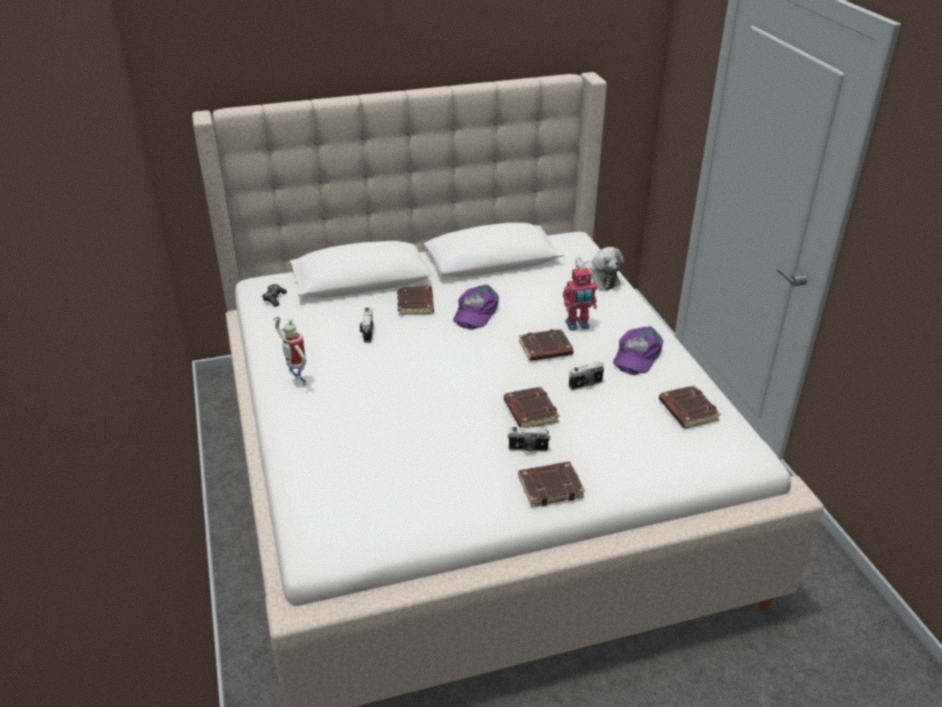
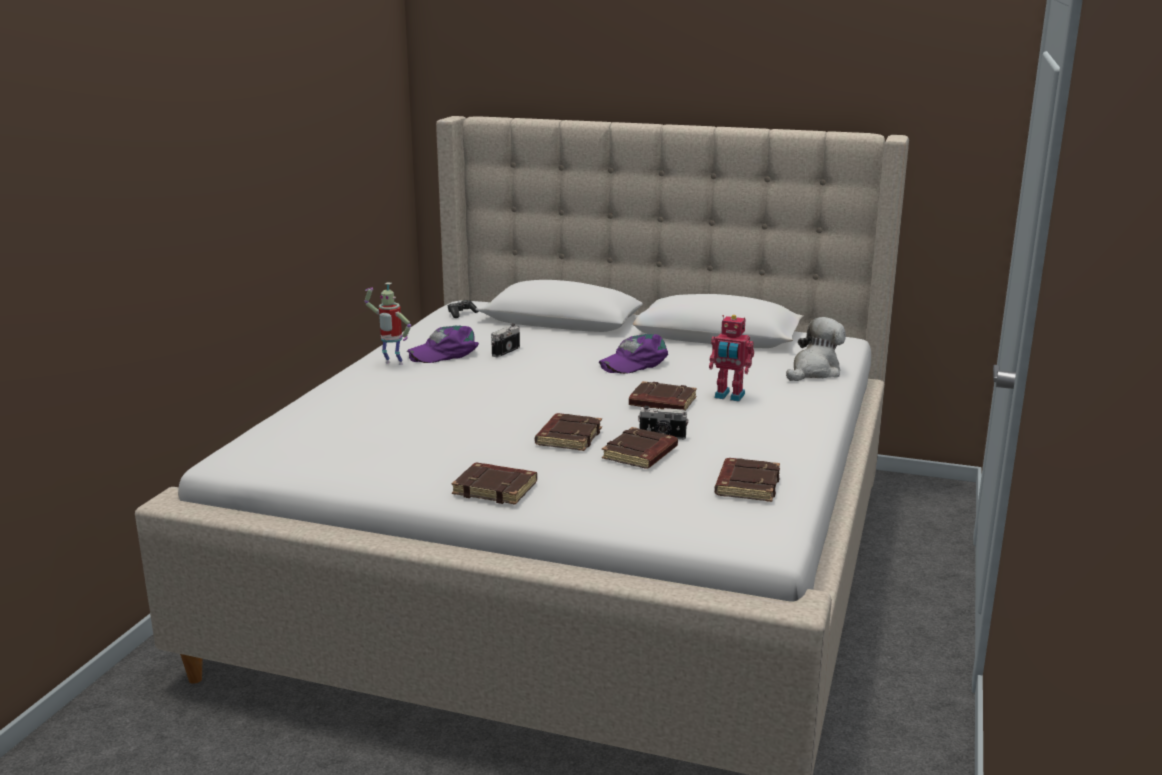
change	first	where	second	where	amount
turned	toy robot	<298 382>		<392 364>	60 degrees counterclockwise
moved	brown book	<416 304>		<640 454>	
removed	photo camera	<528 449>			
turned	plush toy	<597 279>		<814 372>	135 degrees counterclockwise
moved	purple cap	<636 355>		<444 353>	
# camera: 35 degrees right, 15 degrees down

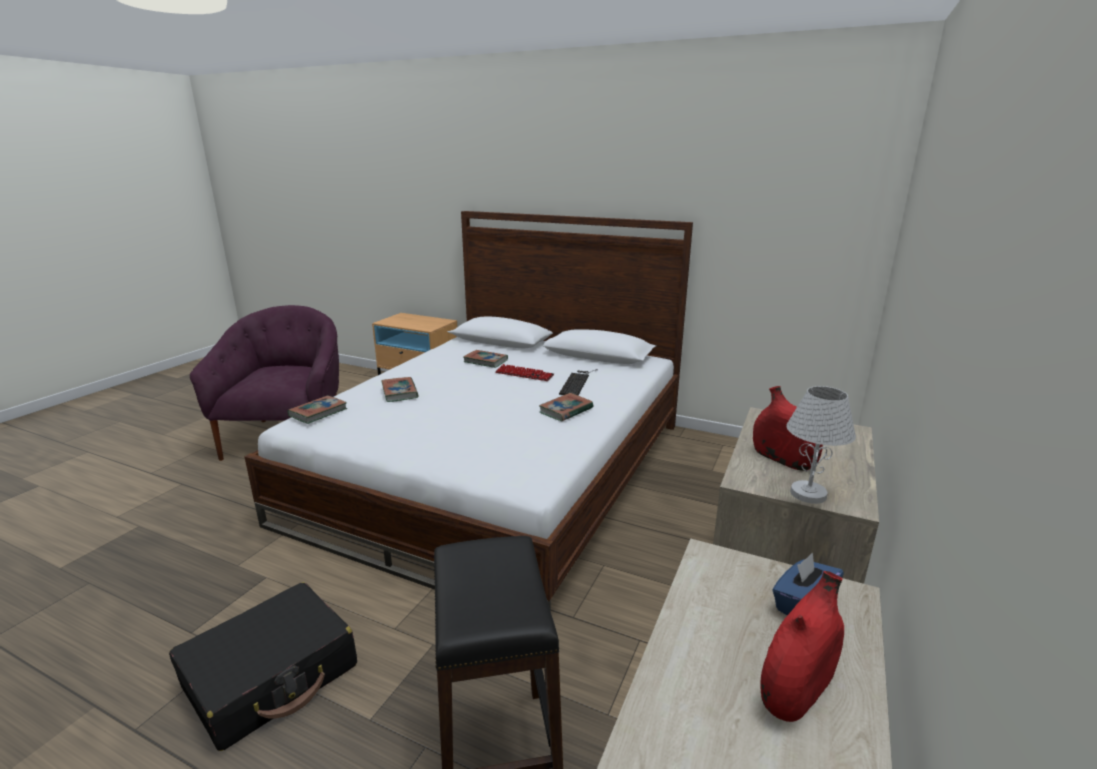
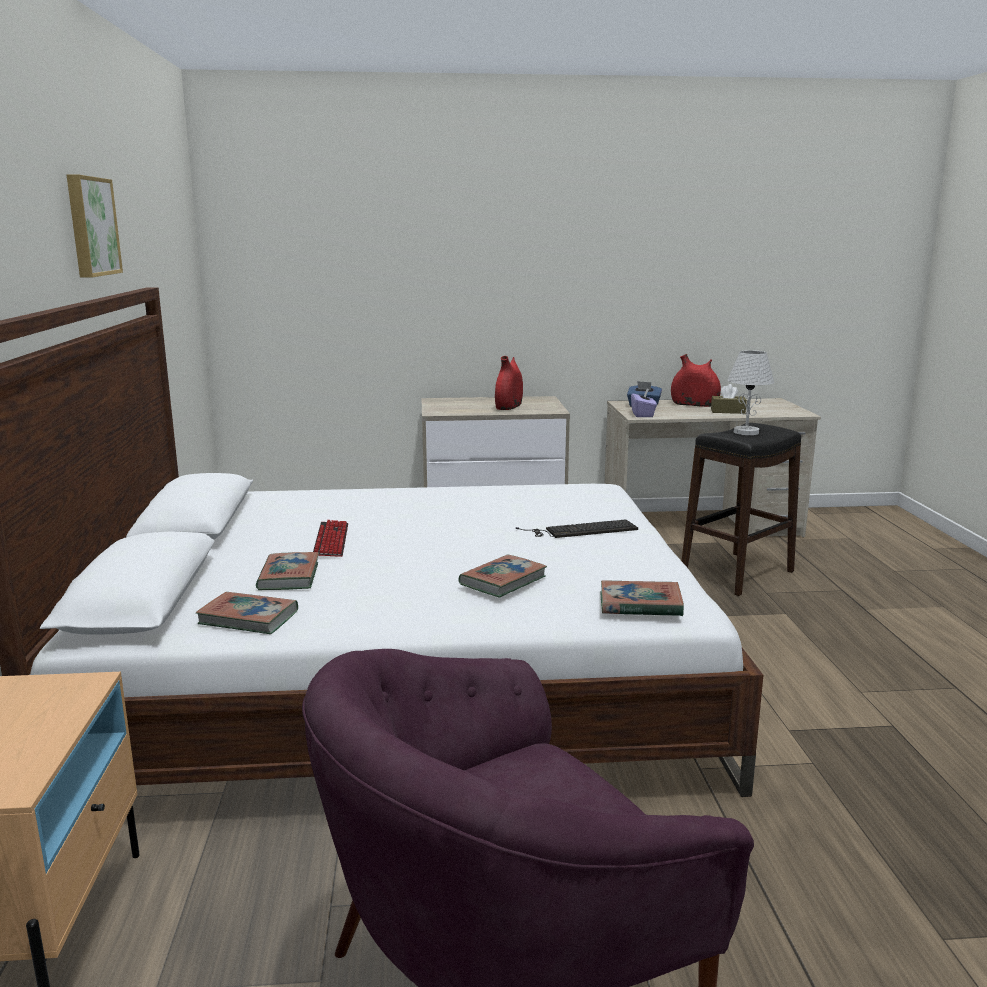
change	first	where	second	where	amount
removed	black suitcase	<272 676>			
moved	book	<566 410>		<248 618>	
moved	keyboard	<577 382>		<580 530>	
moved	white table lamp	<807 494>		<746 432>	
added			picture	<90 226>	
added			purple tissue box	<643 415>	
added			brown tissue box	<728 411>	
# camera: 120 degrees left, 5 degrees down

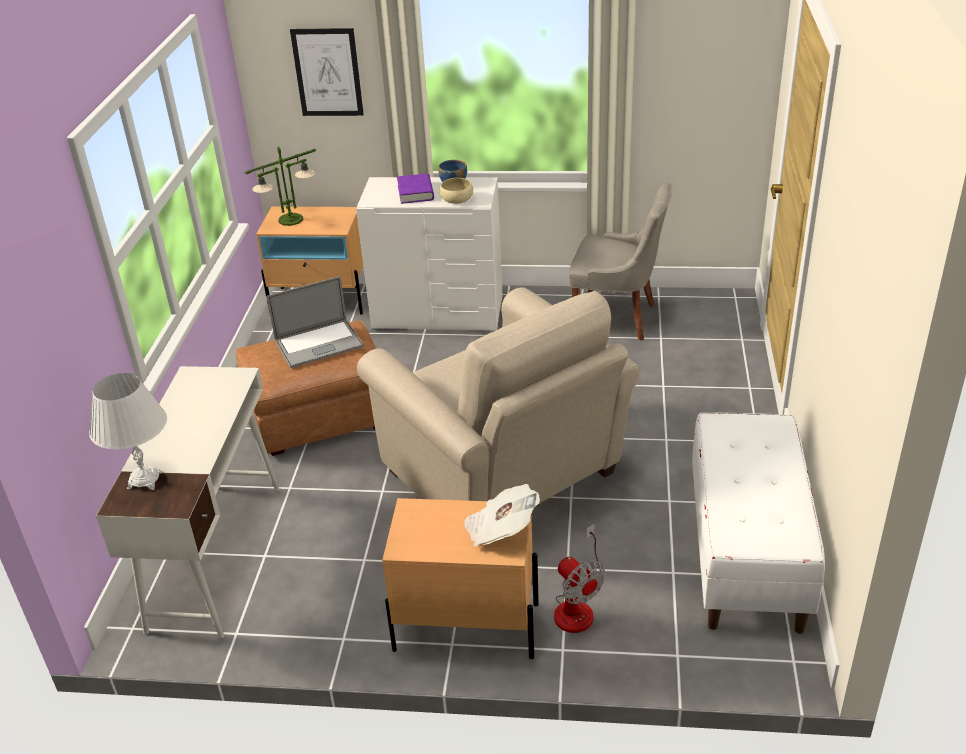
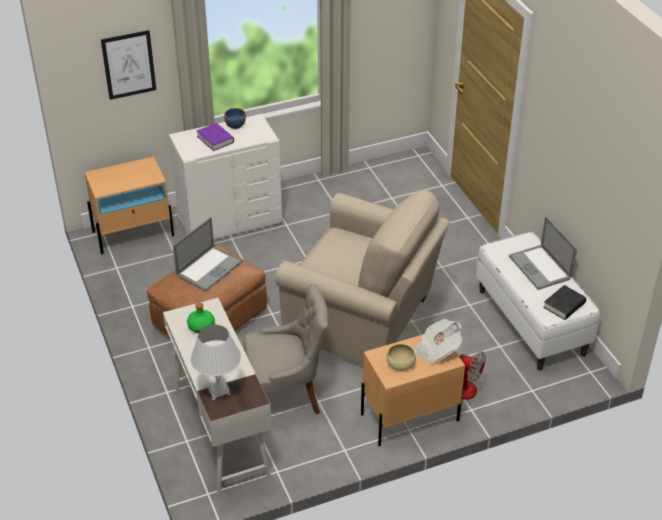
change	first	where	second	where	amount
removed	table lamp	<291 219>			
moved	beige bowl	<457 199>		<400 363>	
moved	grey chair	<617 318>		<286 396>	
added			green bottle	<201 326>	
added			laptop	<540 267>	
added			black book	<564 305>	
# camera: 30 degrees left, 5 degrees up

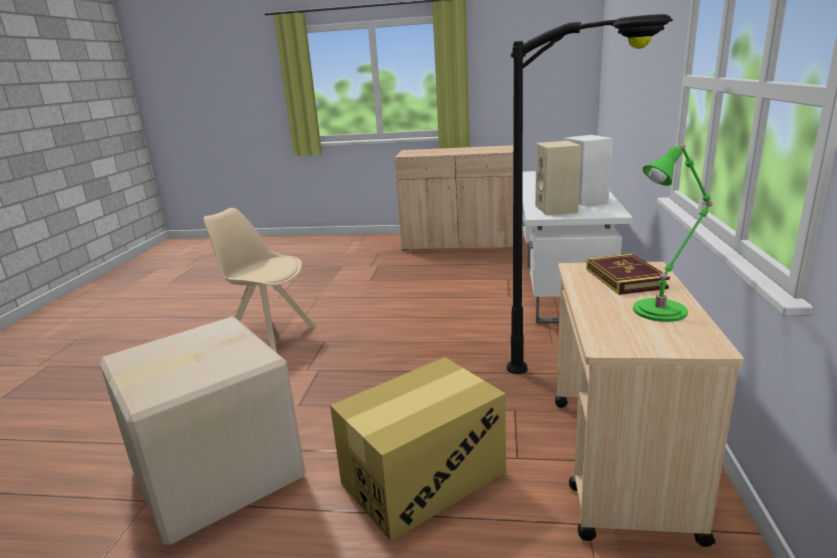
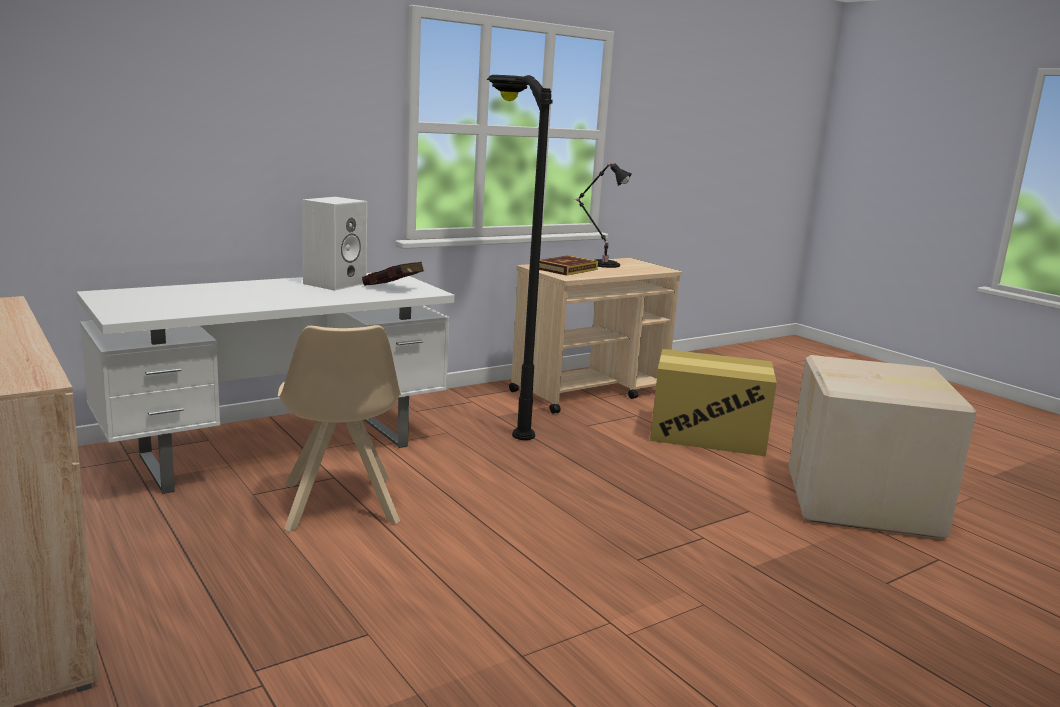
change	first	where	second	where	amount
moved	beige chair	<269 334>		<340 505>	
replaced	beige speaker	<557 209>	red book	<394 289>	
recoloured	green table lamp	<663 309>	black table lamp	<602 264>	
# camera: 135 degrees left, 5 degrees down

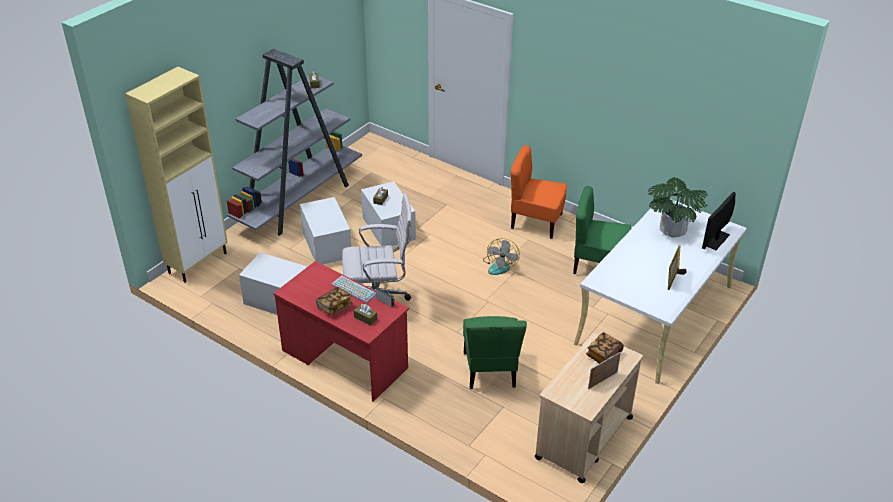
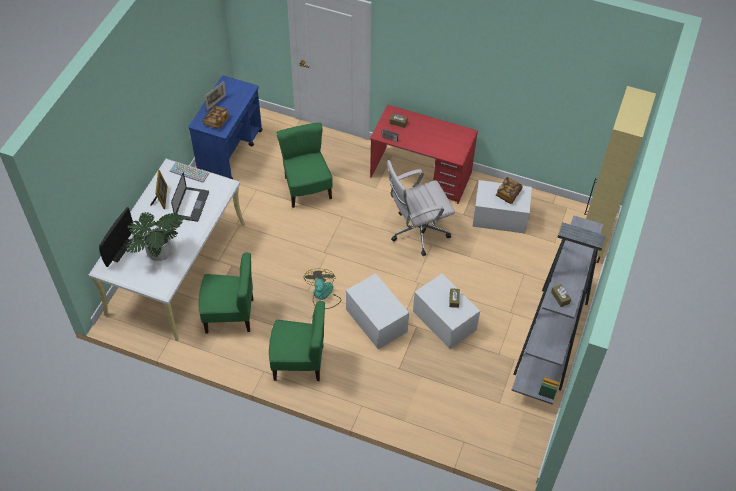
change	first	where	second	where	amount
moved	white storage box	<326 244>		<376 320>	
moved	book	<334 306>		<508 194>	
moved	keyboard	<352 290>		<190 172>	
recoloured	orange chair	<536 222>	green chair	<299 362>	
recoloured	beige cart	<583 438>	blue cart	<230 150>	
added			laptop	<192 205>	
# camera: 165 degrees right, 15 degrees up

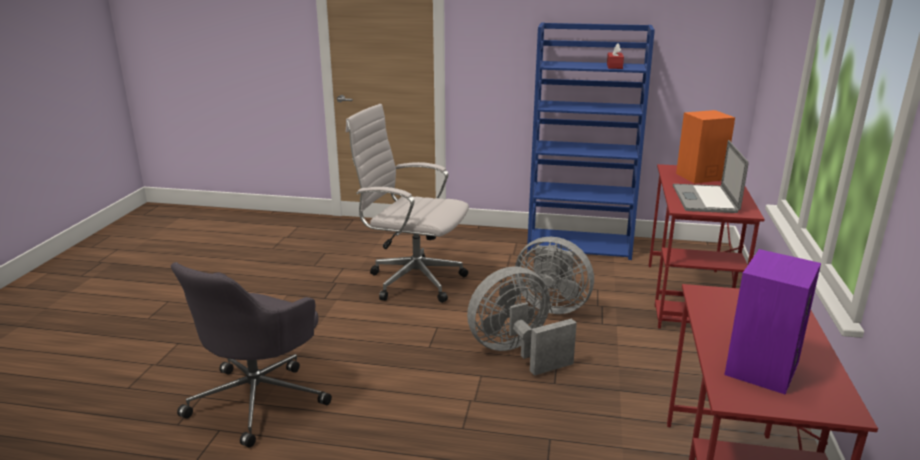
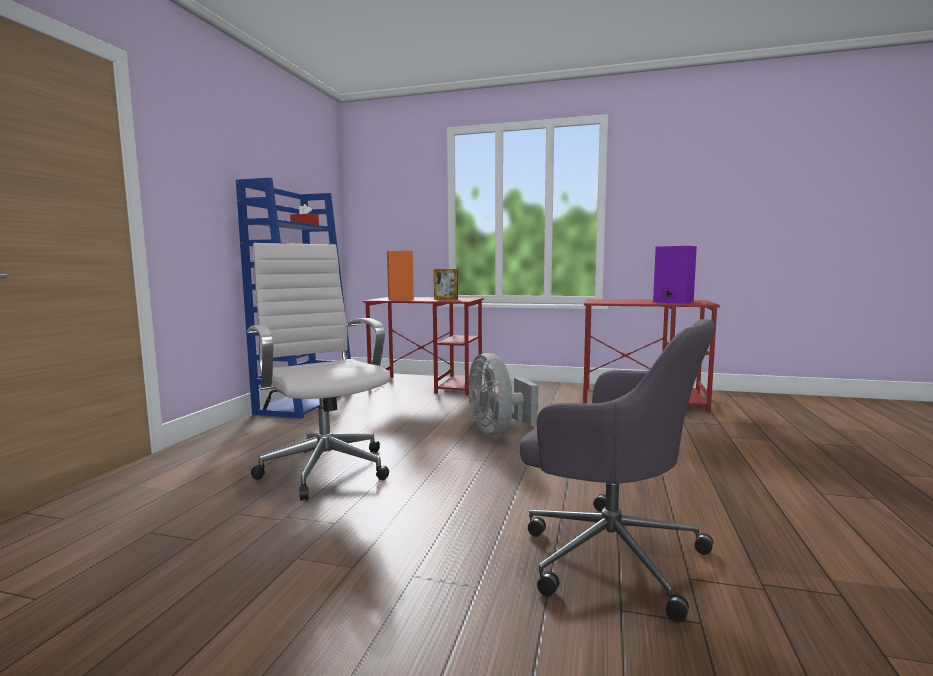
change	first	where	second	where	amount
turned	white office chair	<412 280>		<324 467>	120 degrees clockwise
removed	grey fan	<552 305>			
replaced	laptop	<704 199>	picture frame	<446 299>	
# camera: 85 degrees left, 15 degrees down

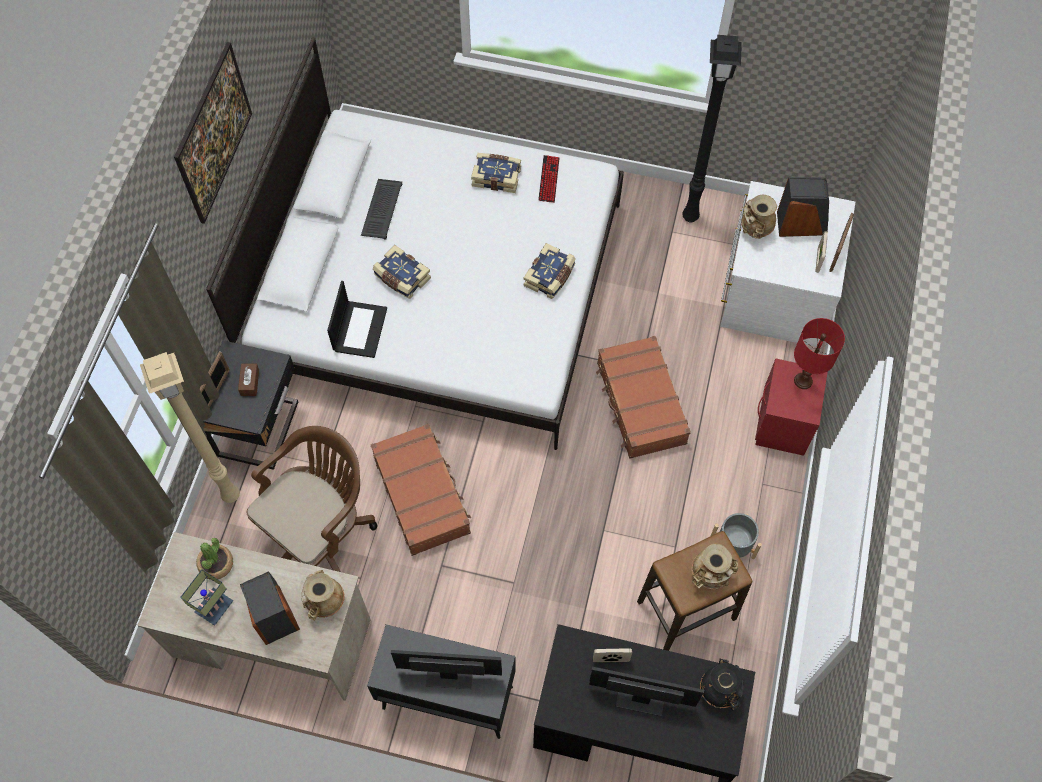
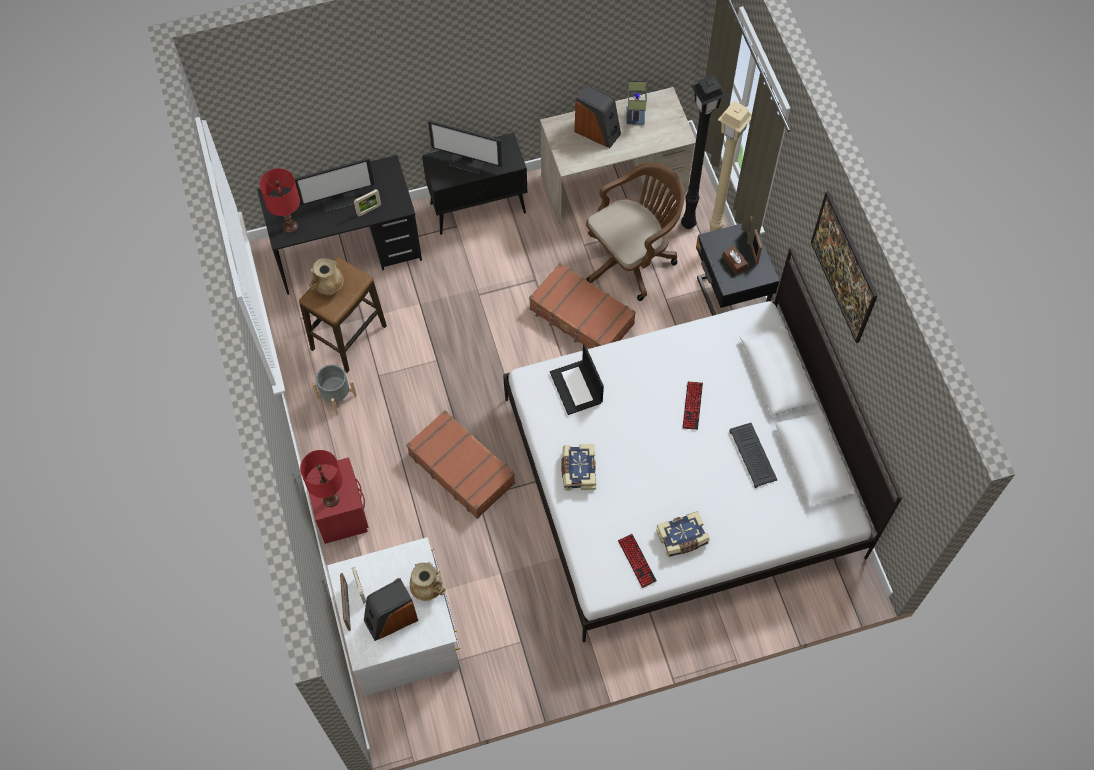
change	first	where	second	where	amount
removed	potted plant	<216 564>			
turned	brown office chair	<321 532>		<632 258>	135 degrees counterclockwise
removed	beige vase	<325 603>			
moved	laptop	<359 328>		<577 388>	
replaced	book	<401 278>	keyboard	<692 406>	
turned	monitor	<449 674>		<468 161>	45 degrees clockwise
moved	black floor lamp	<691 216>		<688 225>	
replaced	black vase	<719 691>	red table lamp	<290 227>	
# camera: 150 degrees right, 0 degrees up

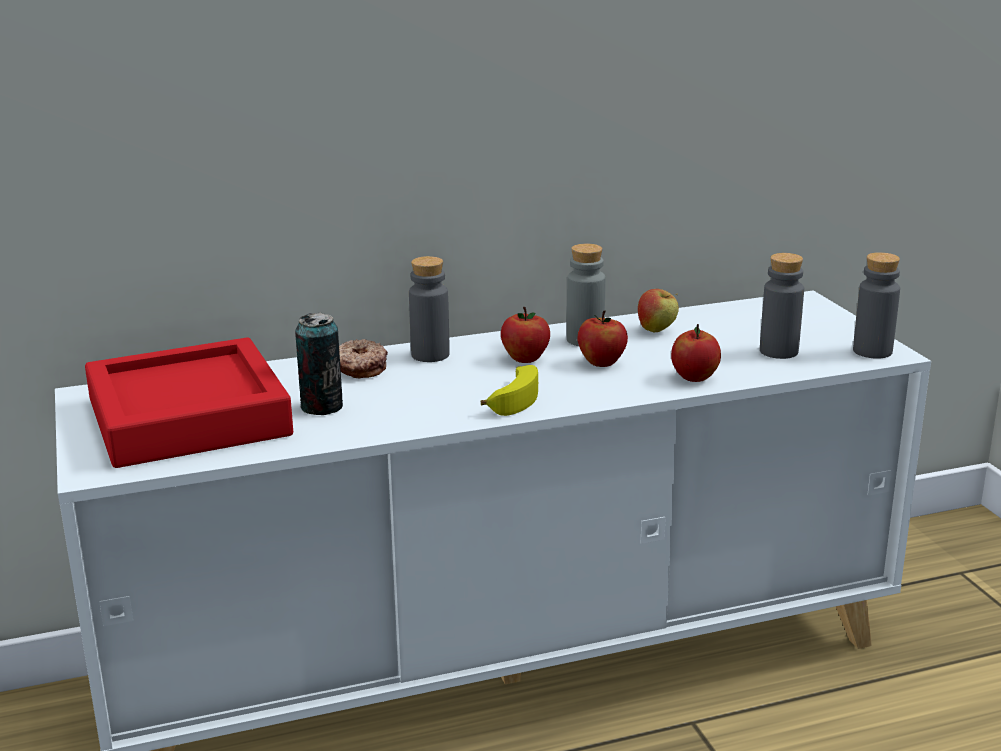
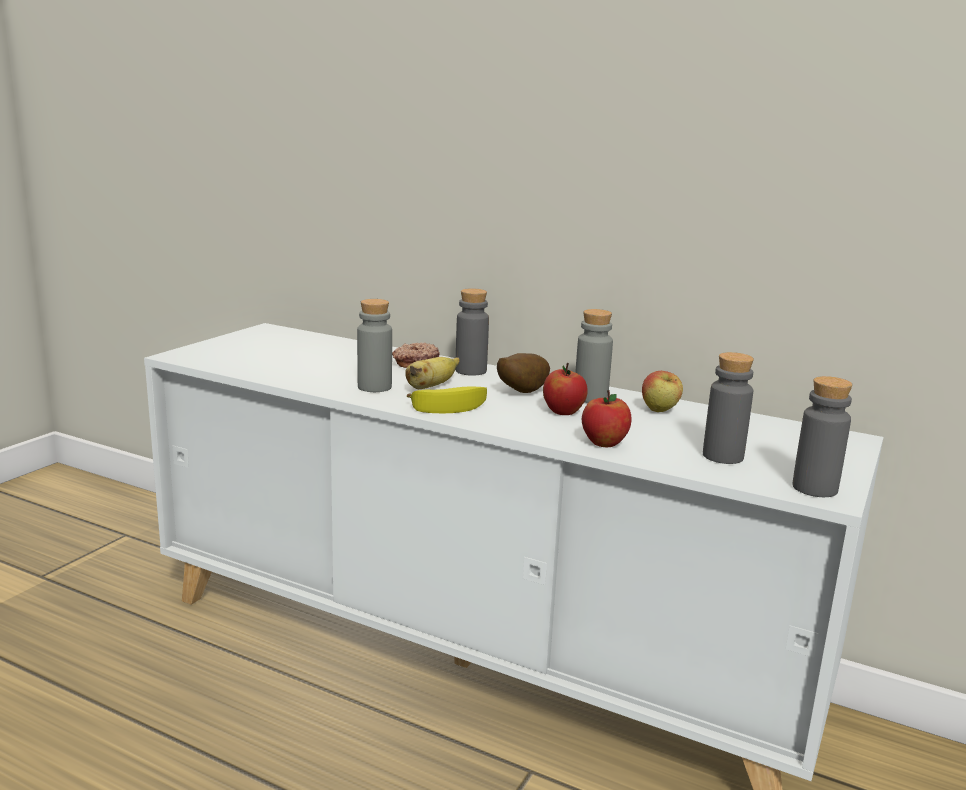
change	first	where	second	where	amount
removed	red tray	<188 417>			
removed	can	<322 407>			
replaced	apple	<525 359>	potato	<520 392>	
added			grey bottle	<374 387>	
added			banana	<430 387>	
# camera: 45 degrees right, 5 degrees down

